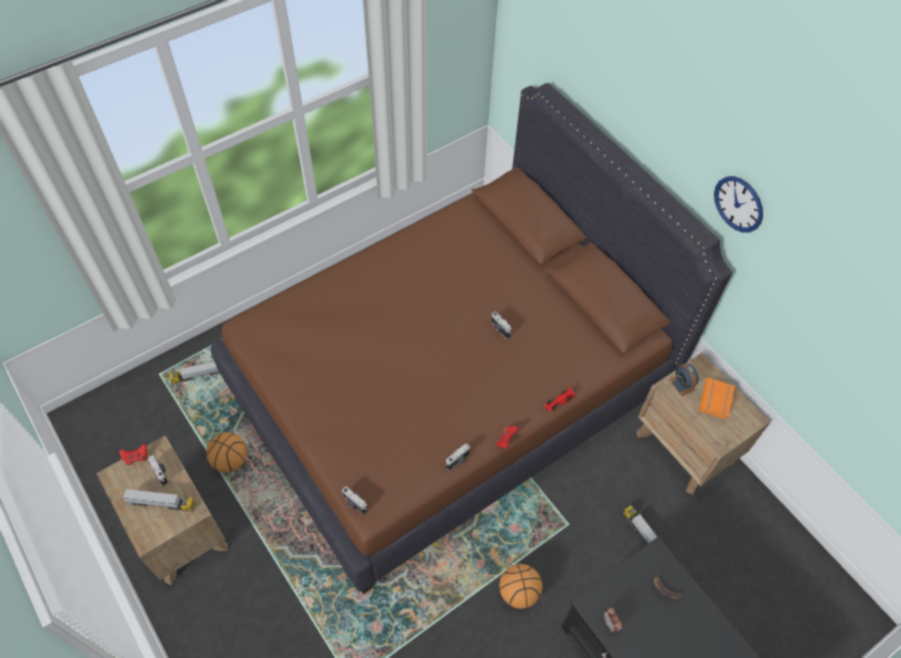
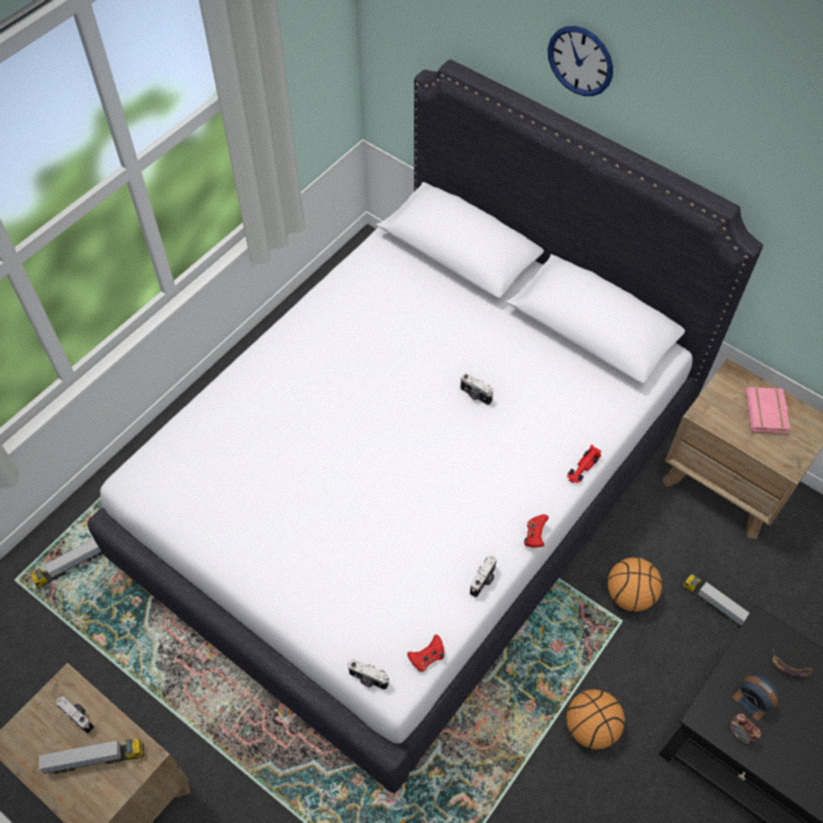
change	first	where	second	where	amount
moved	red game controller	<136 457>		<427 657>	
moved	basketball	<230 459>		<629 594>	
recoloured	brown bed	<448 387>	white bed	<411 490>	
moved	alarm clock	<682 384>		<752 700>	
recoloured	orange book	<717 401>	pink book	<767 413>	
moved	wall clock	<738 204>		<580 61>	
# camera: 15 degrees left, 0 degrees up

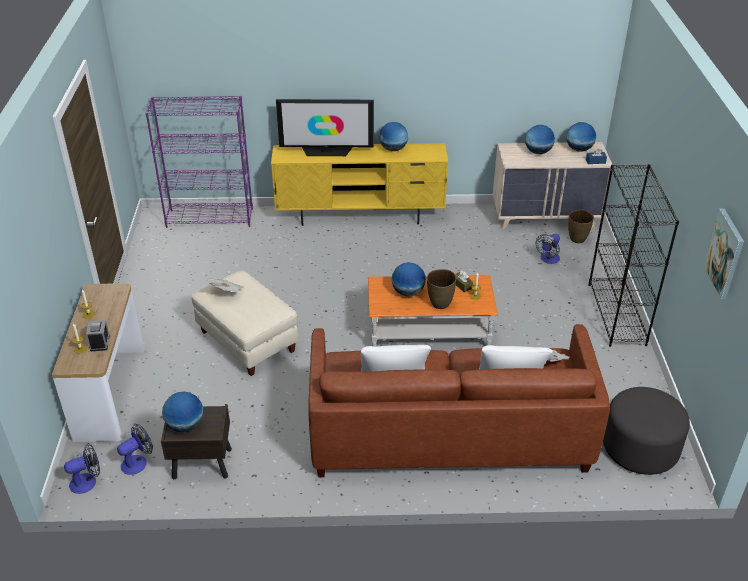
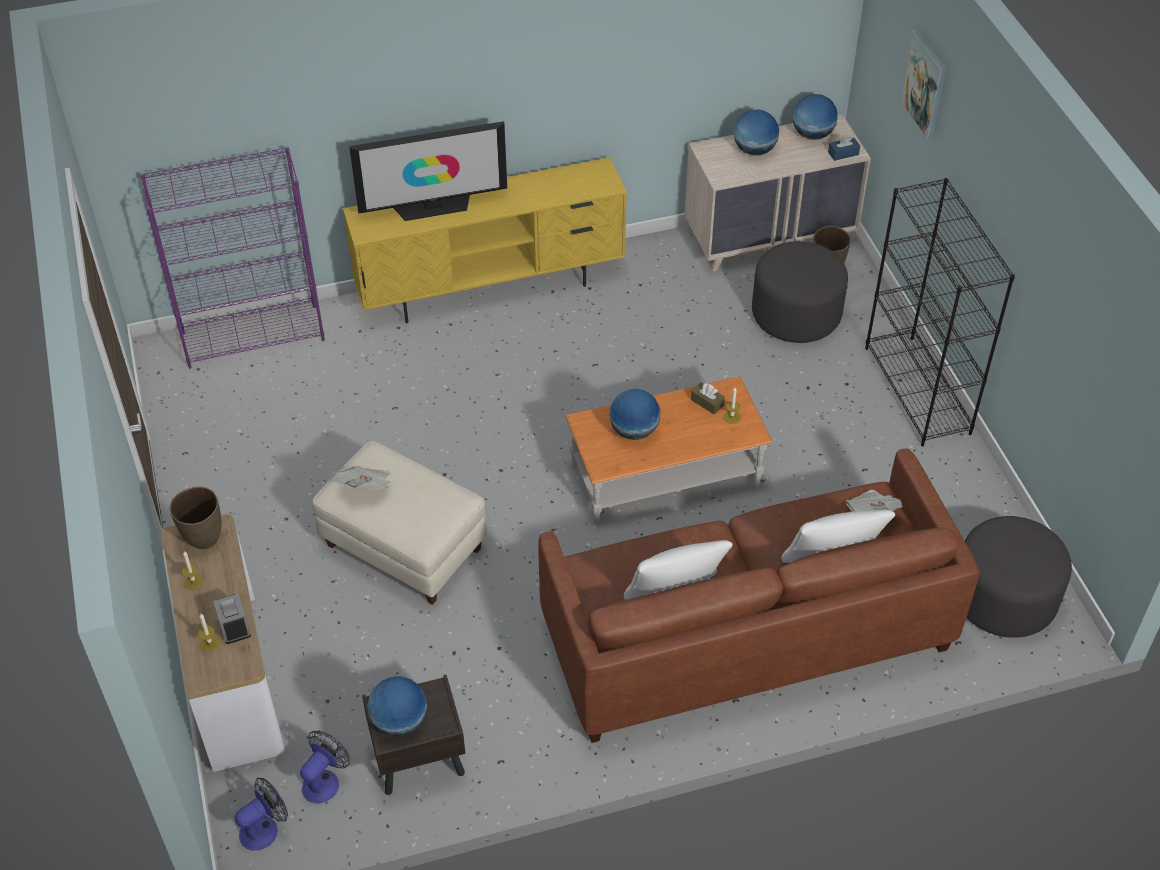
change	first	where	second	where	amount
removed	globe	<393 149>			
moved	brown vase	<440 304>		<203 539>	
replaced	fan	<548 260>	grey ottoman	<796 314>	
moved	picture	<725 253>		<925 83>	
# camera: 15 degrees left, 10 degrees up

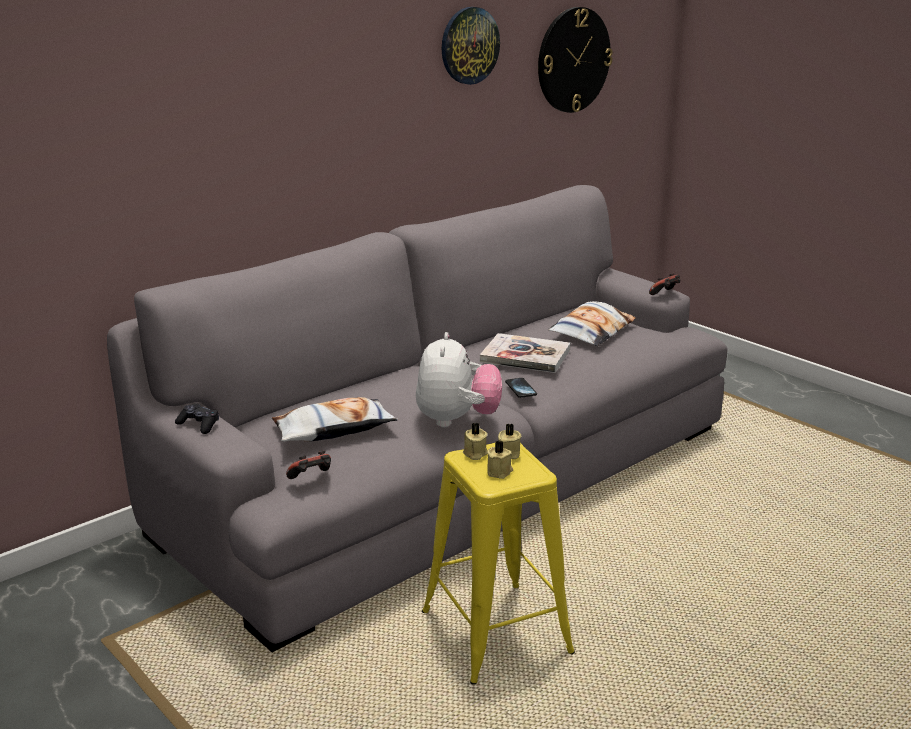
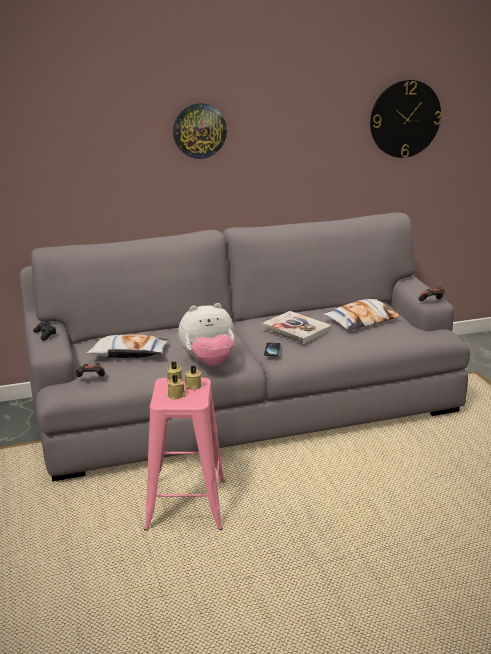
change	first	where	second	where	amount
turned	plush toy	<457 420>		<208 362>	45 degrees clockwise
recoloured	yellow stool	<496 632>	pink stool	<186 505>	
moved	wall clock	<469 45>		<199 130>	
# camera: 25 degrees right, 0 degrees up

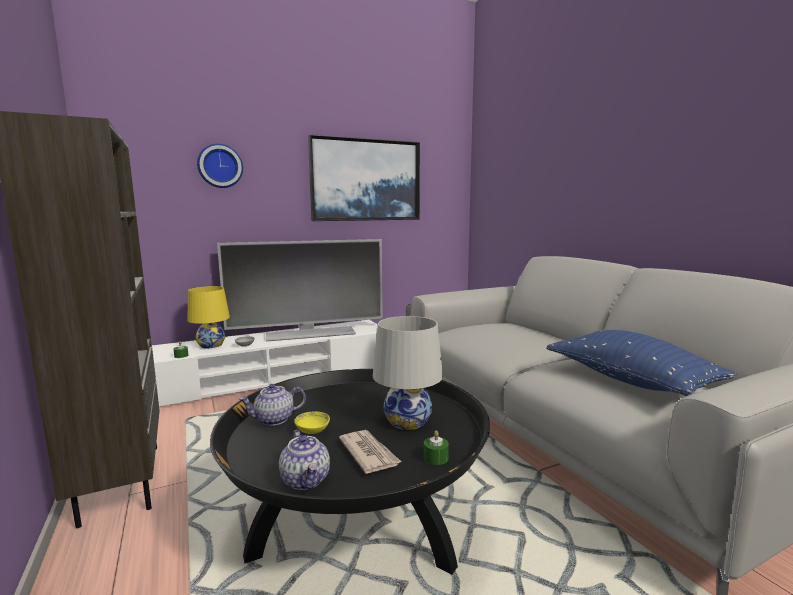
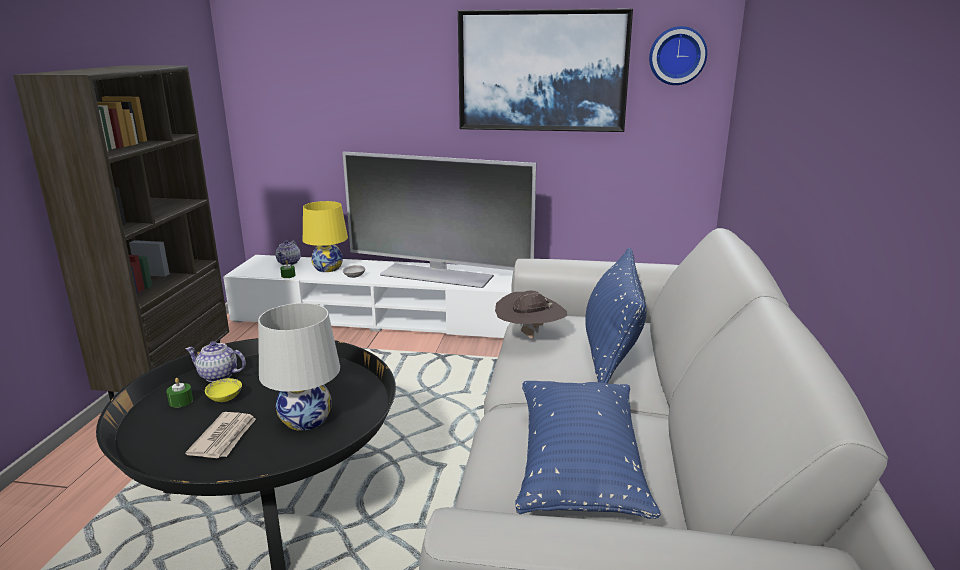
change	first	where	second	where	amount
moved	wall clock	<220 166>		<677 55>	
moved	teapot	<306 480>		<289 263>	
moved	green candle	<436 457>		<181 401>	
added			brown hat	<530 337>	
added			blue pillow	<612 350>	
# camera: 35 degrees right, 10 degrees up

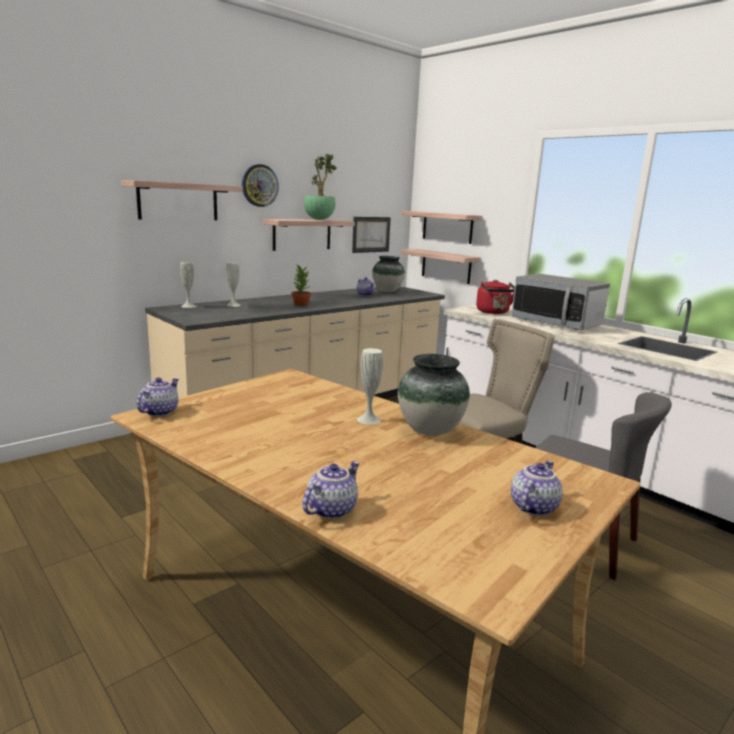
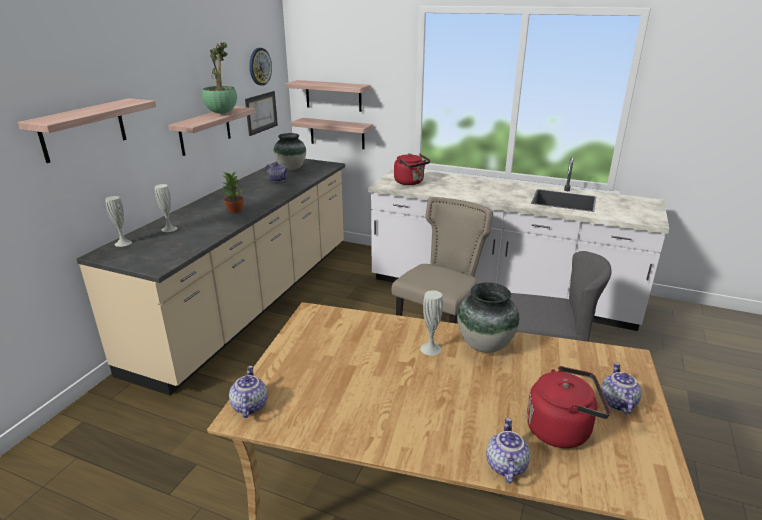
change	first	where	second	where	amount
moved	wall clock	<259 185>		<259 66>	
removed	microwave	<556 323>			
added			red kettle	<561 429>	
# camera: 25 degrees left, 10 degrees up

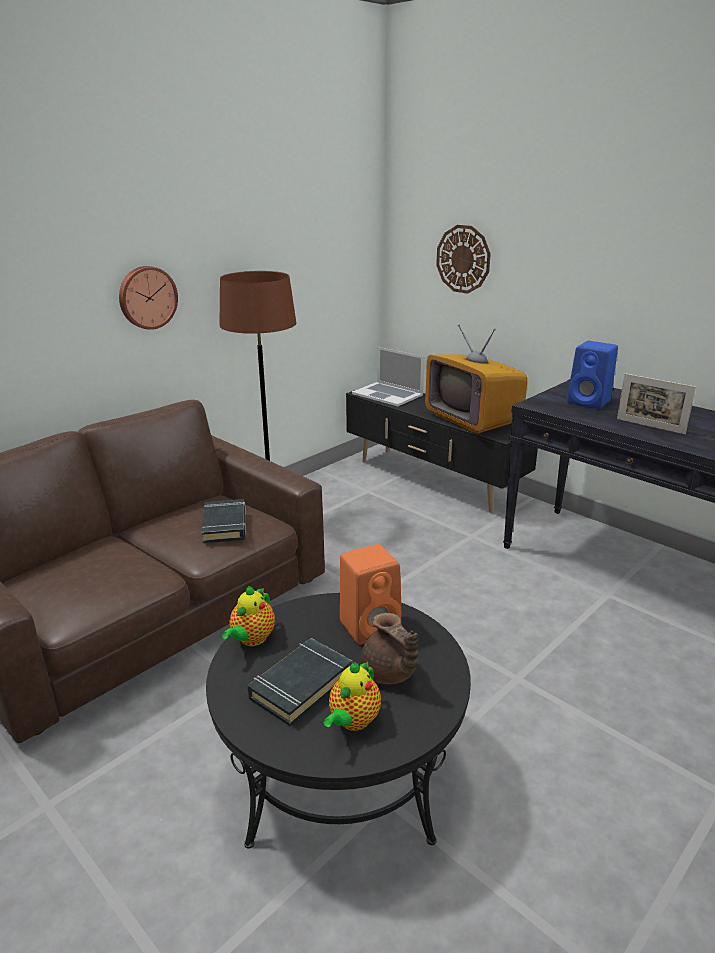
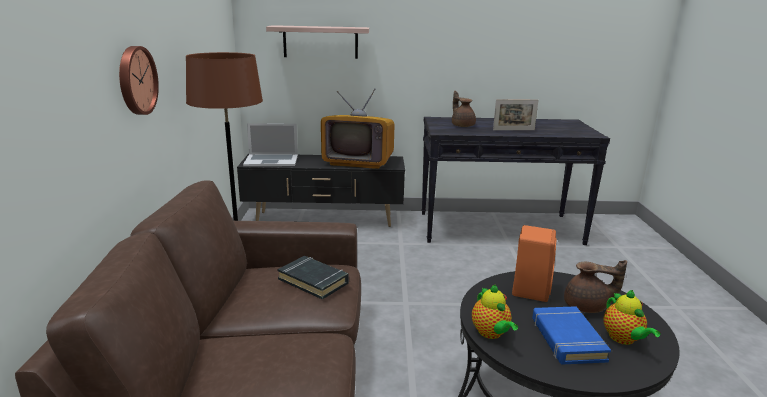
change	first	where	second	where	amount
recoloured	black book	<300 685>	blue book	<567 339>	
replaced	wall clock	<463 259>	shelf	<320 42>	
replaced	blue speaker	<590 402>	brown teapot	<462 125>	
# camera: 45 degrees left, 5 degrees down

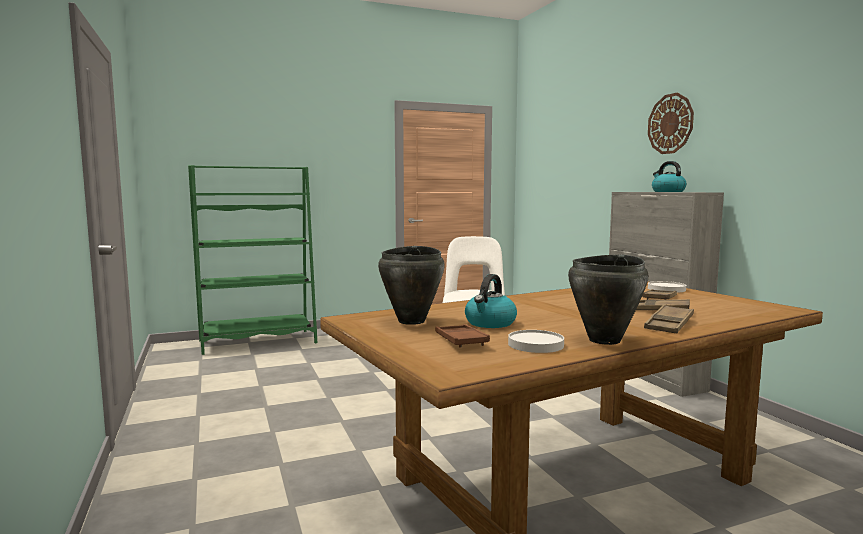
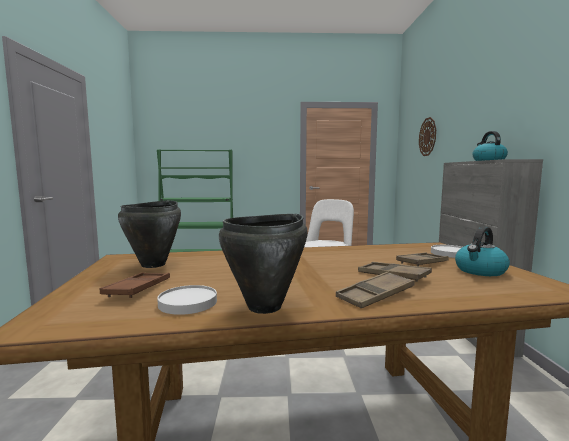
change	first	where	second	where	amount
moved	kettle	<490 323>		<480 271>	
moved	wall clock	<670 124>		<427 137>	
# camera: 20 degrees right, 0 degrees up

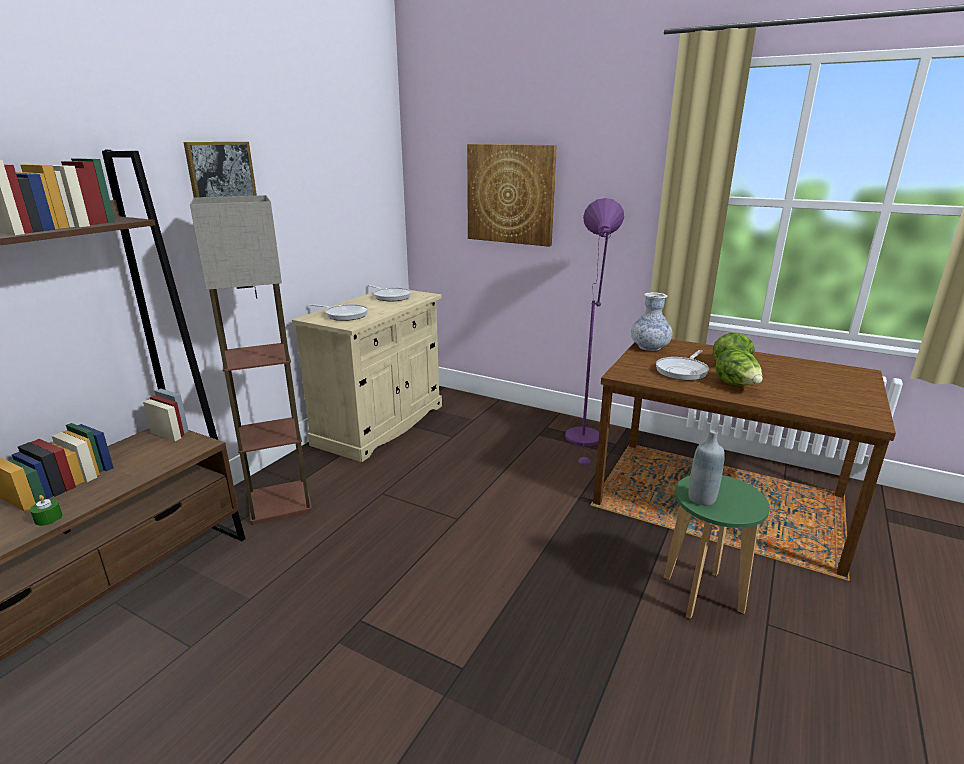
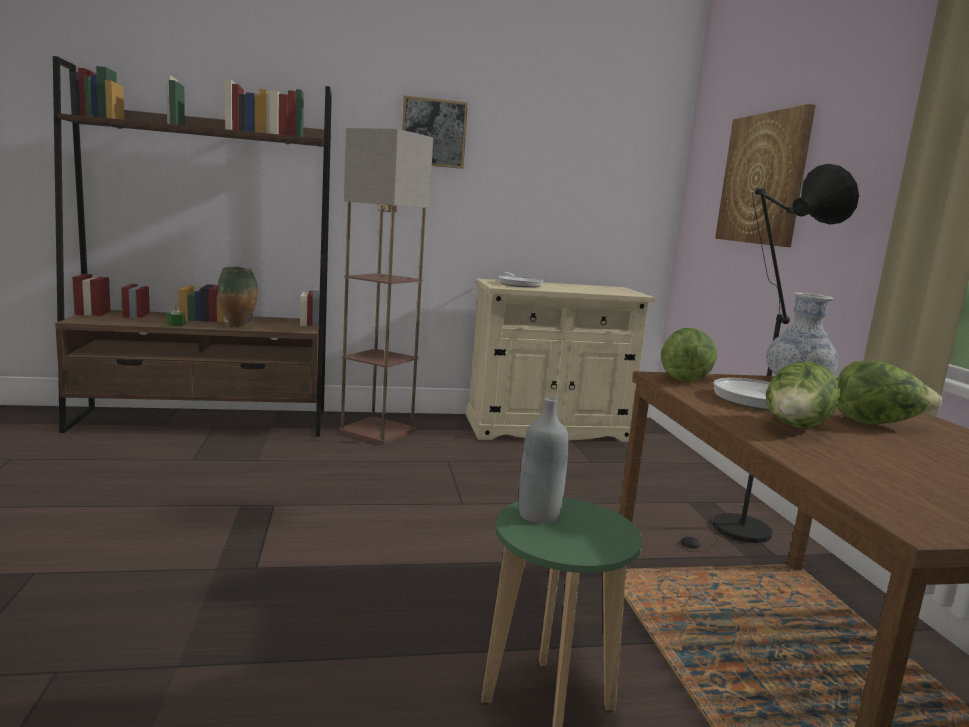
change	first	where	second	where	amount
removed	frying pan	<391 296>			
recoloured	purple floor lamp	<584 441>	black floor lamp	<736 532>	
added			vase	<238 327>	
added			lettuce	<686 378>	
# camera: 50 degrees right, 10 degrees down

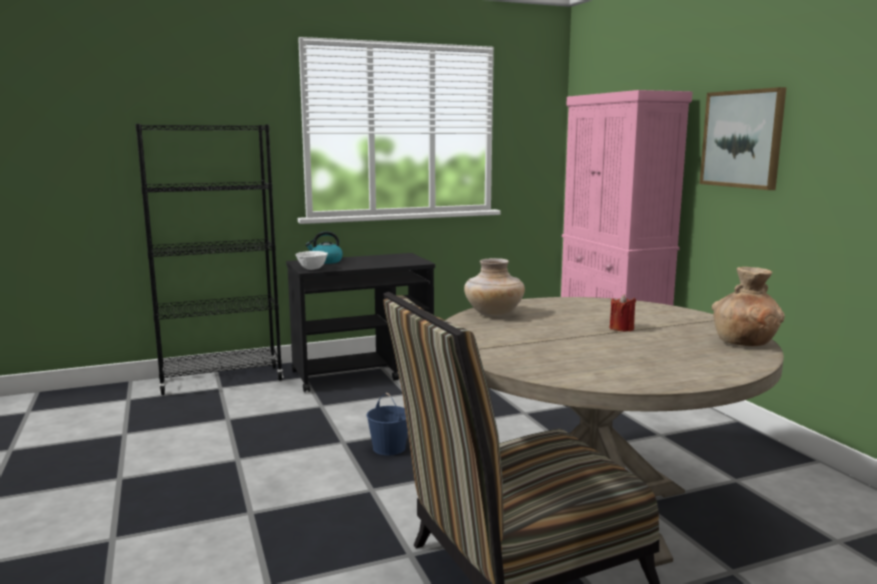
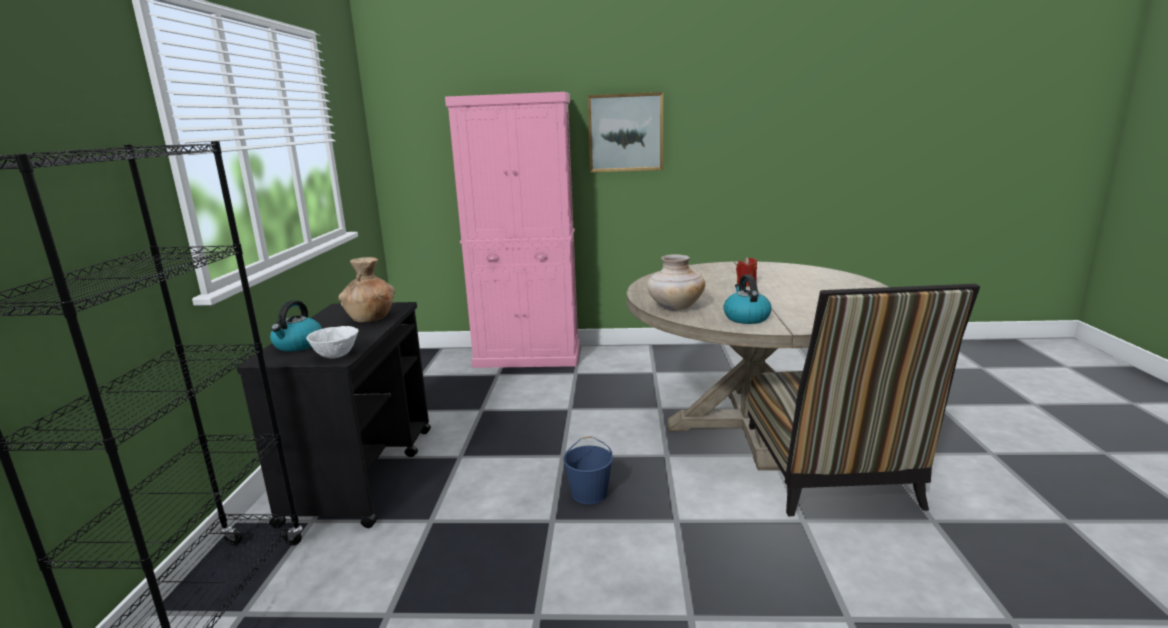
change	first	where	second	where	amount
moved	brown vase	<745 343>		<371 318>	
added			kettle	<746 317>	
# camera: 65 degrees left, 5 degrees up

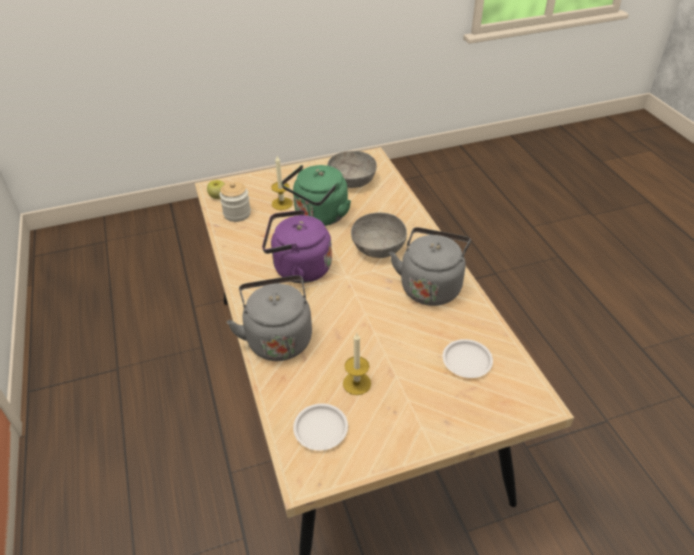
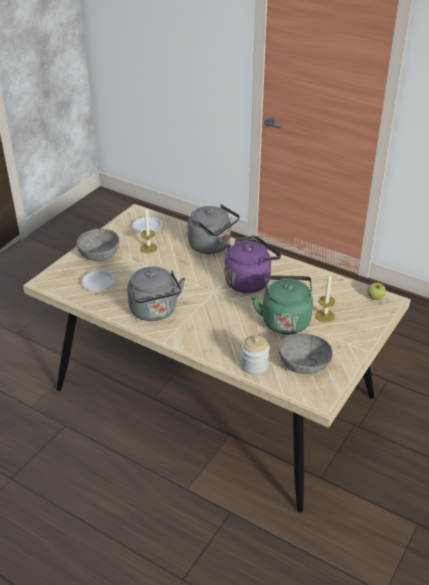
change	first	where	second	where	amount
moved	jar	<237 214>		<254 365>	
moved	grey bowl	<378 247>		<99 254>	
# camera: 140 degrees right, 5 degrees down

